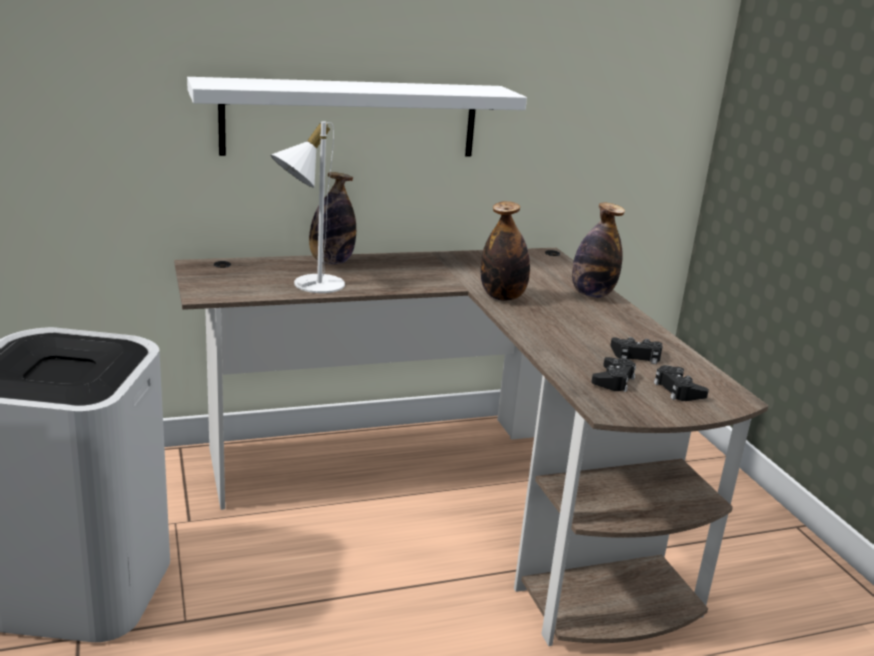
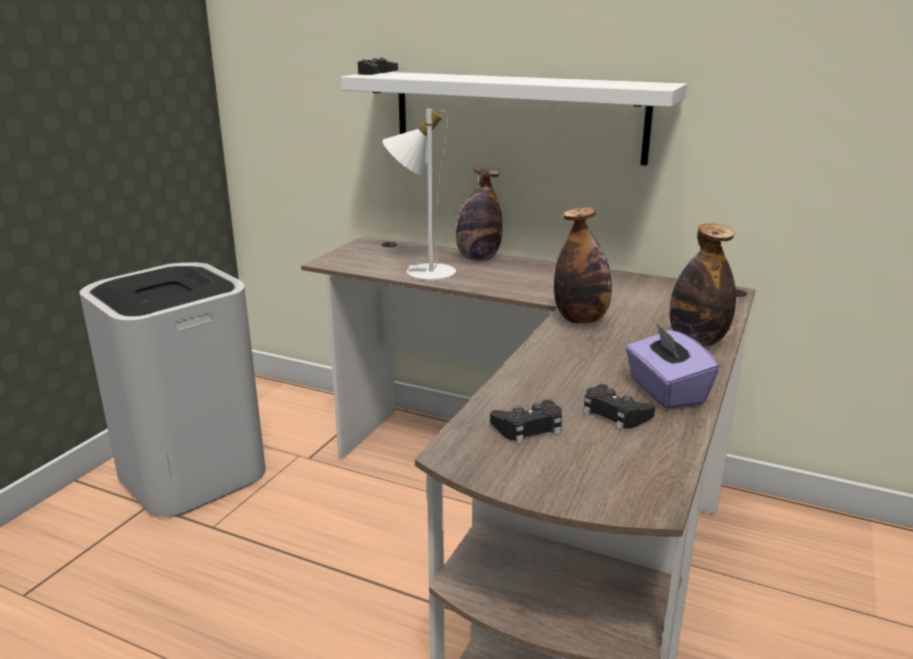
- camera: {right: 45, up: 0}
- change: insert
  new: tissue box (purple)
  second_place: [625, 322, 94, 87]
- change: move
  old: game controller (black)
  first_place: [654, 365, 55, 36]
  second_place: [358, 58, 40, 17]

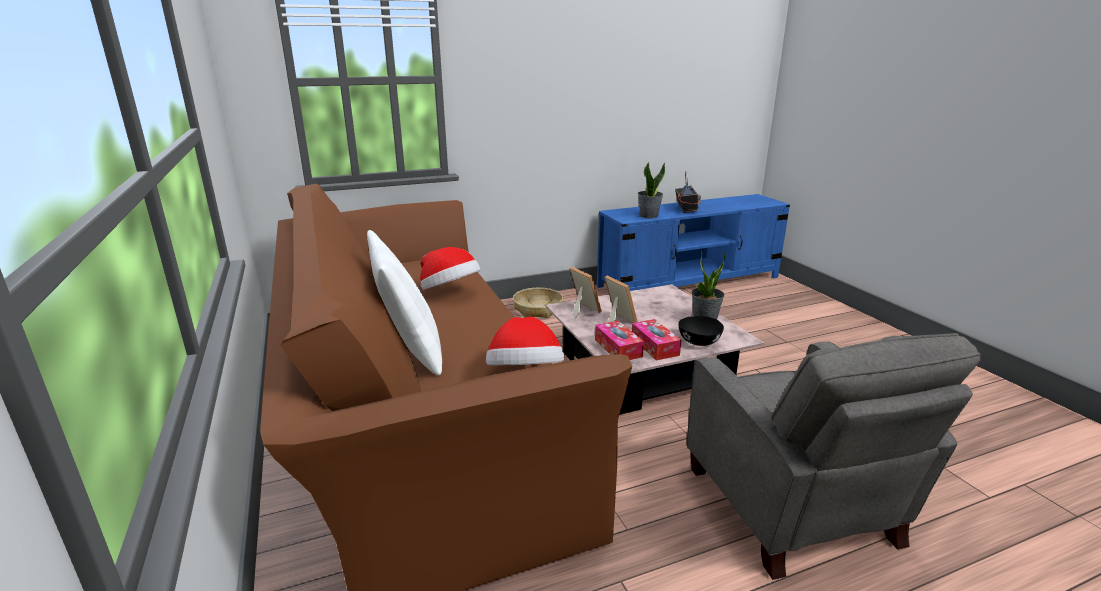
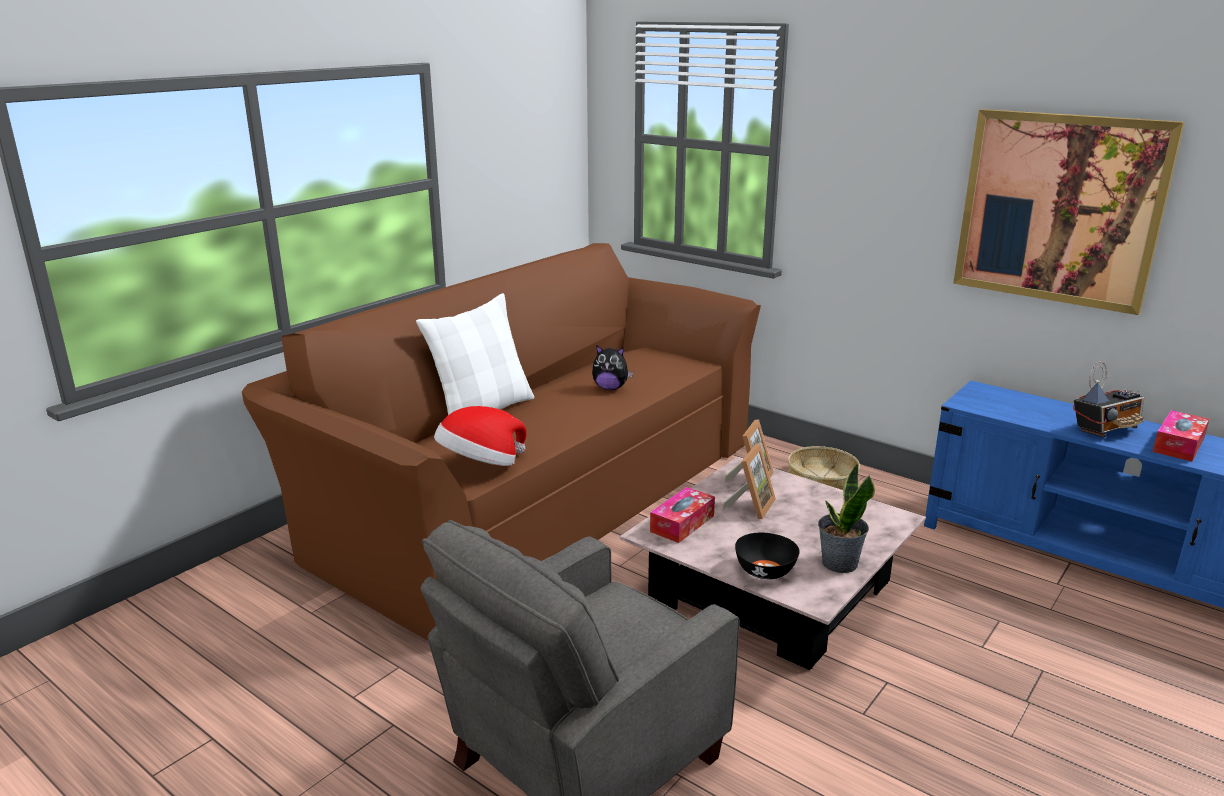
- camera: {right: 60, up: 0}
- change: delete
  old: potted plant
  first_place: [638, 162, 27, 56]
- change: insert
  new: picture
  second_place: [953, 109, 231, 206]
- change: move
  old: tissue box
  first_place: [632, 319, 49, 41]
  second_place: [1153, 410, 56, 52]
- change: replace
  old: hat
  new: plush toy
  first_place: [420, 247, 60, 43]
  second_place: [592, 346, 41, 44]

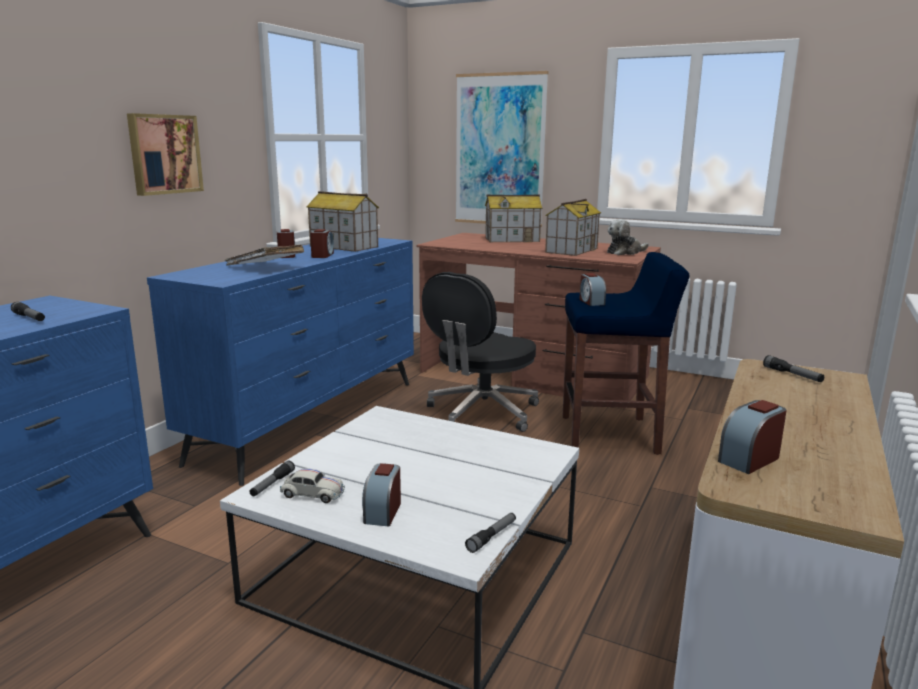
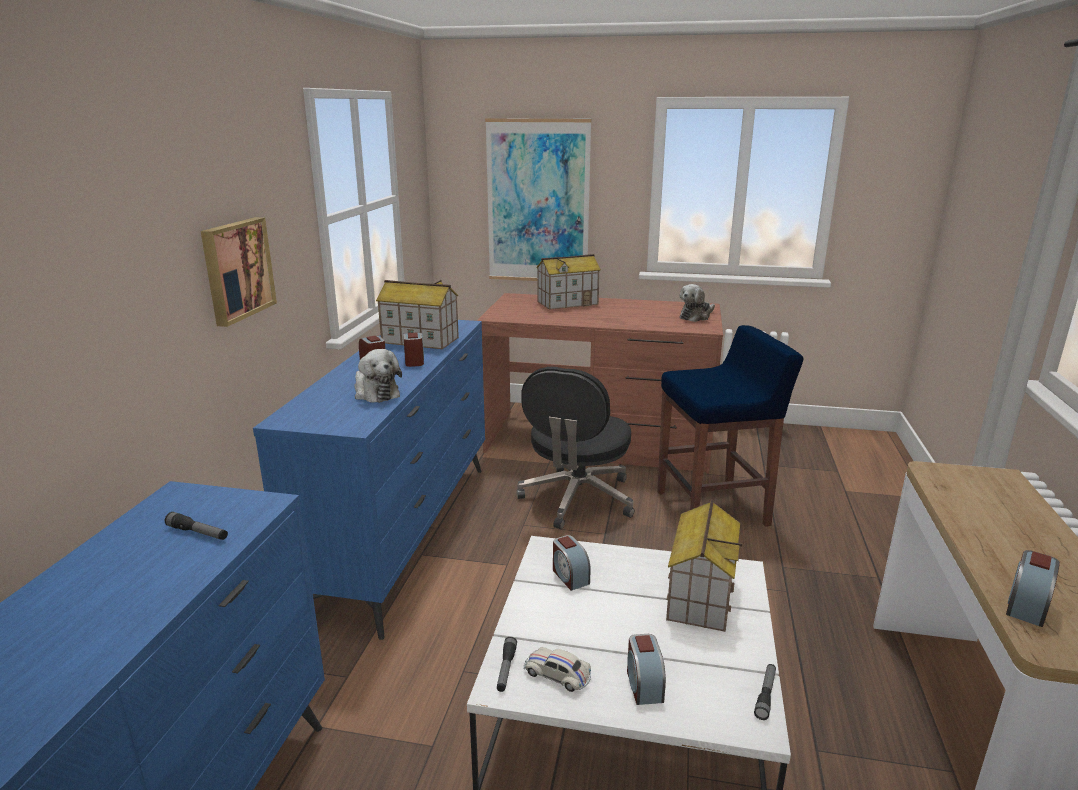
- camera: {right: -15, up: 5}
- change: delete
  old: flashlight
  first_place: [763, 355, 61, 27]
- change: move
  old: toy house
  first_place: [545, 199, 56, 57]
  second_place: [666, 499, 76, 133]
- change: move
  old: alarm clock
  first_place: [579, 273, 27, 33]
  second_place: [553, 535, 38, 56]
- change: replace
  old: book (white)
  new: plush toy
  first_place: [225, 244, 79, 22]
  second_place: [354, 349, 48, 54]
- change: rotate
  old: toy car (white)
  first_place: [280, 469, 65, 34]
  second_place: [523, 647, 68, 45]
  degrees: -150

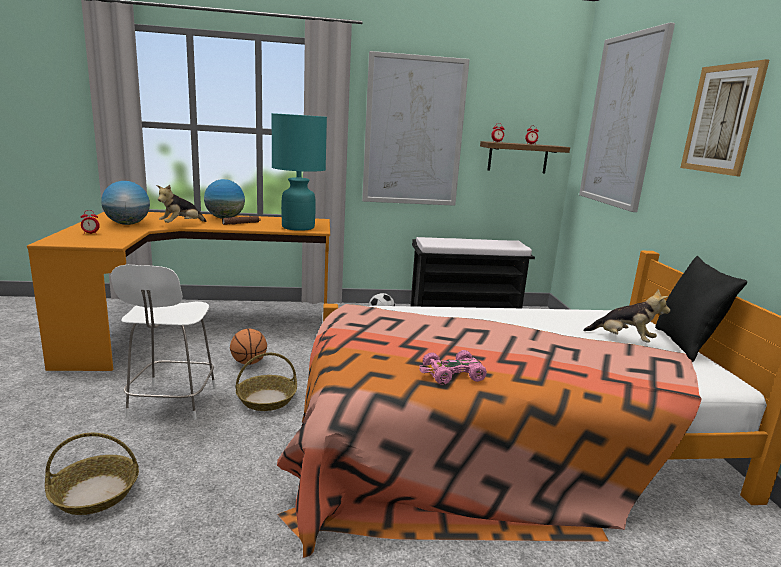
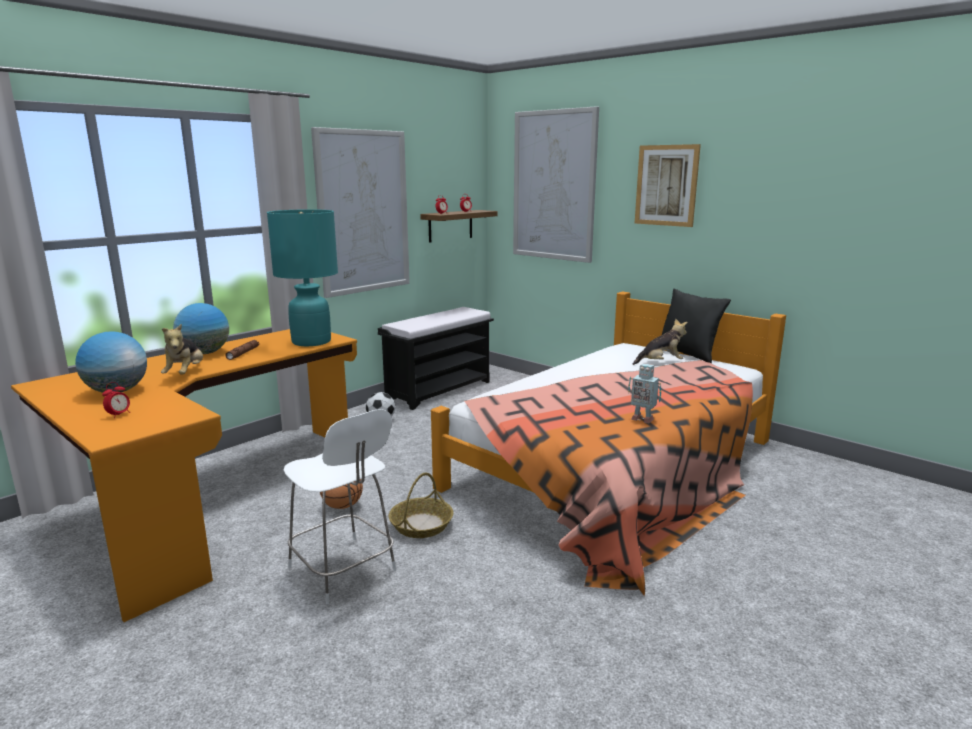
- camera: {right: -40, up: 0}
- change: delete
  old: basket
  first_place: [45, 433, 94, 82]
- change: replace
  old: toy car (pink)
  new: toy robot
  first_place: [419, 350, 68, 35]
  second_place: [628, 363, 33, 61]

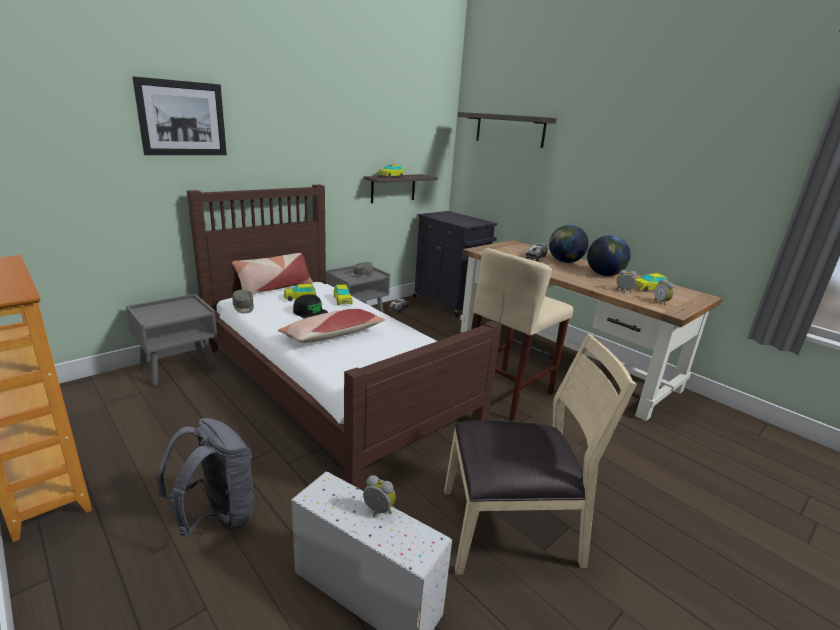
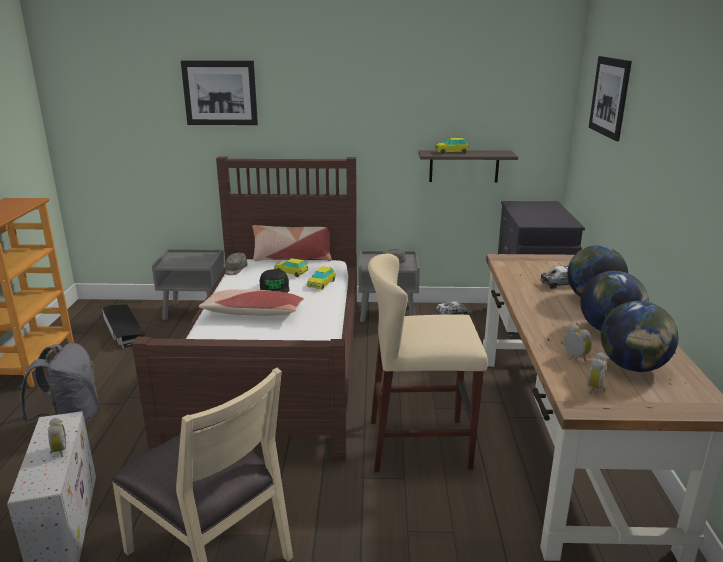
- camera: {right: 45, up: 0}
- change: insert
  new: storage box (black)
  second_place: [102, 304, 43, 45]
- change: replace
  old: shelf
  new: picture
  first_place: [458, 112, 99, 36]
  second_place: [589, 56, 43, 85]
- change: replace
  old: toy car
  new: globe
  first_place: [634, 273, 34, 19]
  second_place: [601, 301, 77, 71]

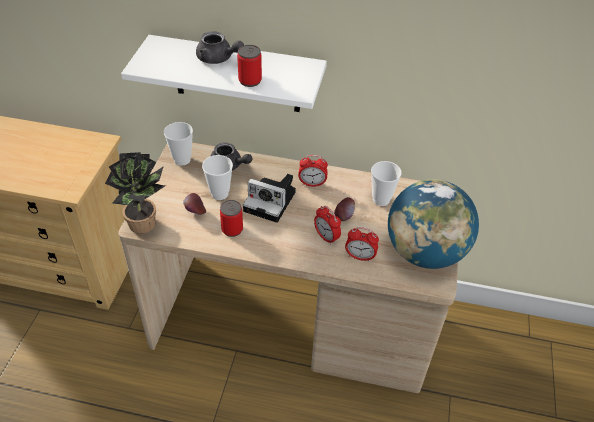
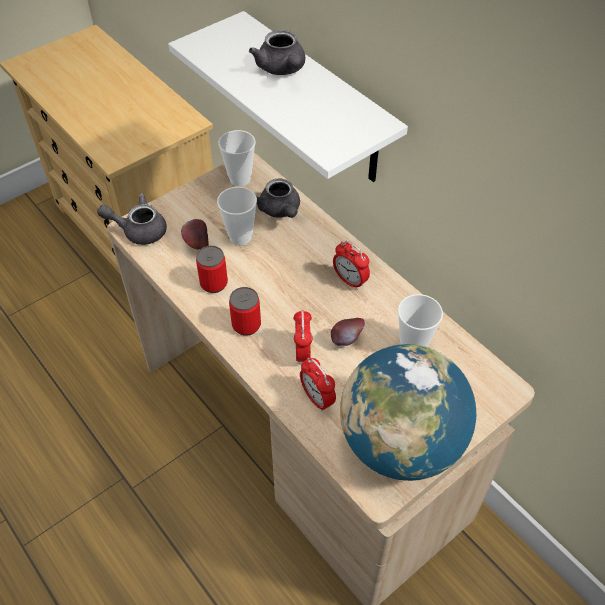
- camera: {right: 40, up: 5}
- change: delete
  old: photo camera
  first_place: [243, 174, 53, 49]
- change: move
  old: can
  first_place: [237, 45, 25, 42]
  second_place: [229, 287, 32, 49]
- change: replace
  old: potted plant
  new: teapot (grey)
  first_place: [105, 152, 61, 82]
  second_place: [97, 193, 70, 52]

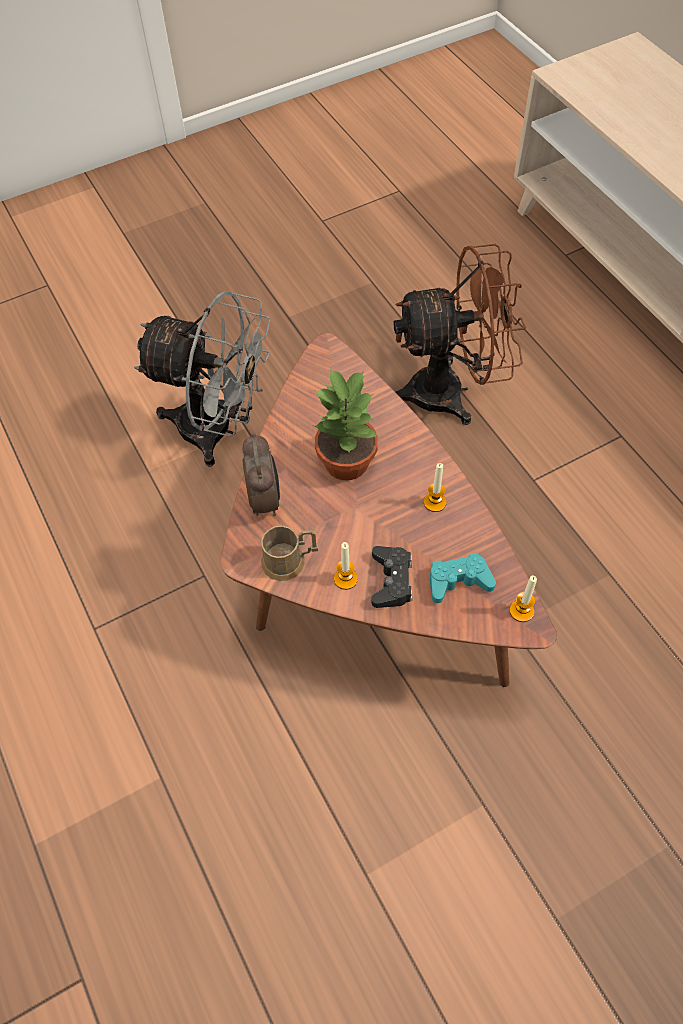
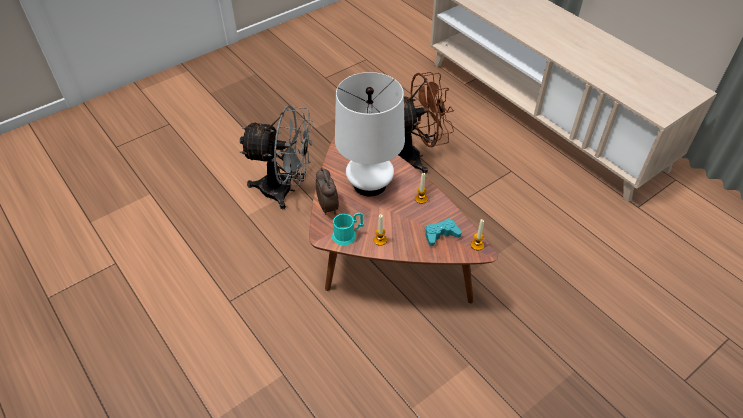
- camera: {right: -10, up: -10}
- change: delete
  old: game controller (black)
  first_place: [371, 546, 41, 62]
- change: replace
  old: potted plant
  new: table lamp (white)
  first_place: [313, 368, 65, 112]
  second_place: [335, 72, 70, 124]
- change: recolor
  old: mug (brown)
  new: mug (turquoise)
  first_place: [261, 525, 57, 56]
  second_place: [332, 213, 32, 32]

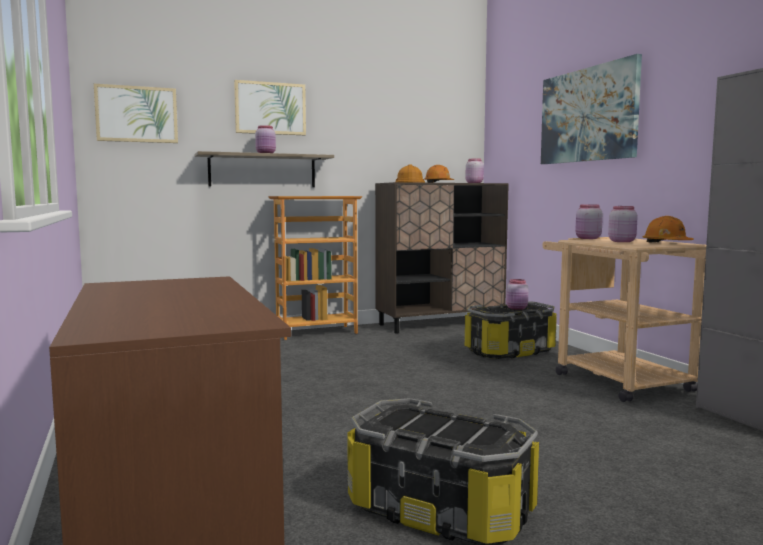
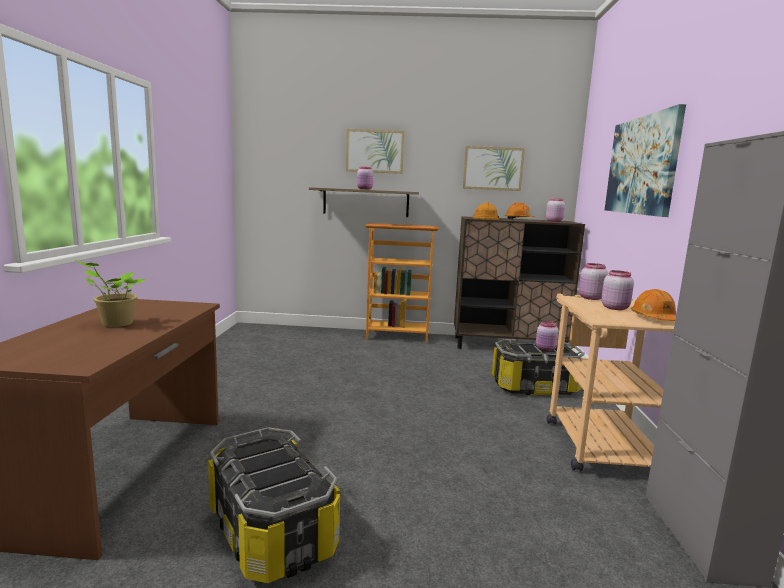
- camera: {right: 25, up: 5}
- change: insert
  new: potted plant
  second_place: [75, 260, 70, 67]
- change: move
  old: picture
  first_place: [94, 84, 84, 59]
  second_place: [463, 146, 62, 45]

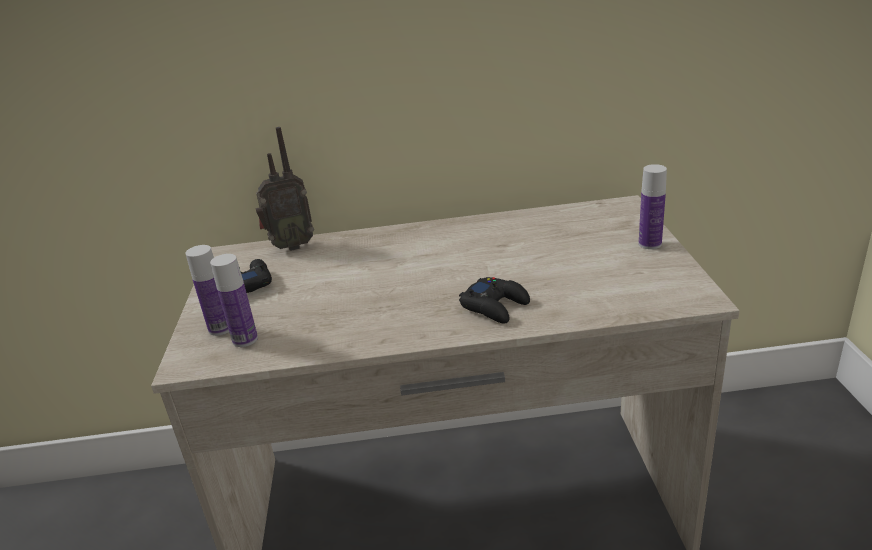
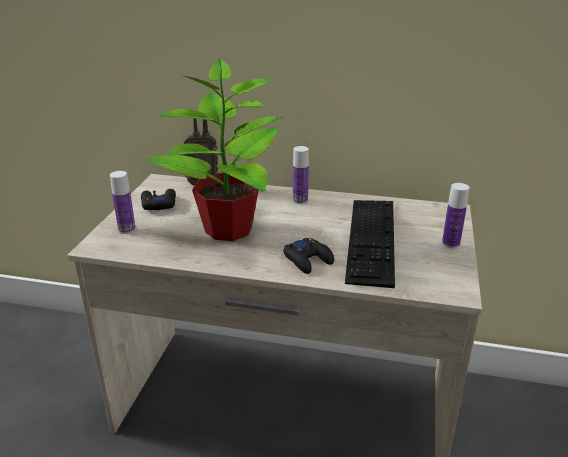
- camera: {right: 15, up: 0}
- change: insert
  new: potted plant
  second_place: [145, 58, 137, 183]
- change: insert
  new: keyboard
  second_place: [345, 200, 50, 88]
- change: move
  old: bottle
  first_place: [210, 254, 48, 93]
  second_place: [293, 146, 16, 58]

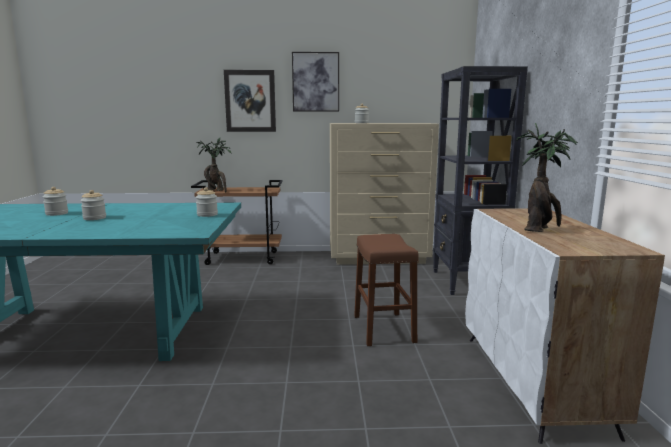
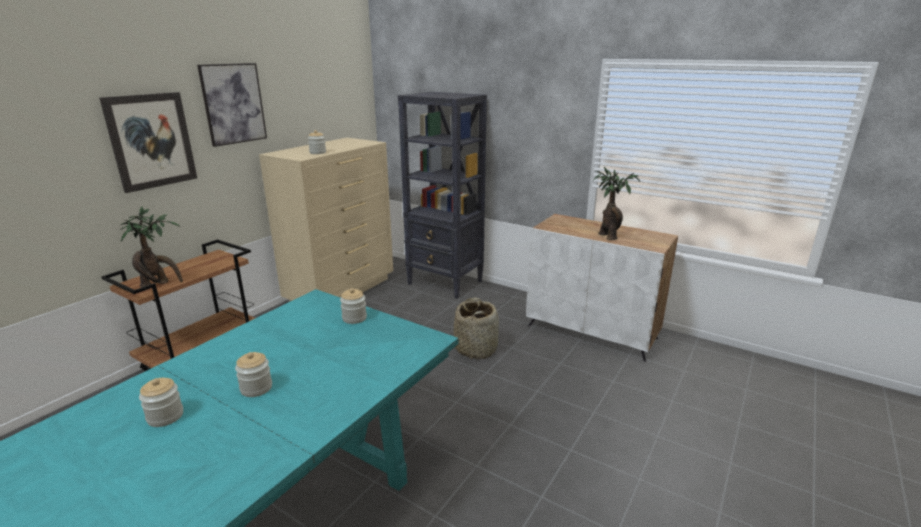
- camera: {right: -55, up: 10}
- change: replace
  old: stool (brown)
  new: basket
  first_place: [354, 234, 65, 112]
  second_place: [454, 298, 45, 61]

